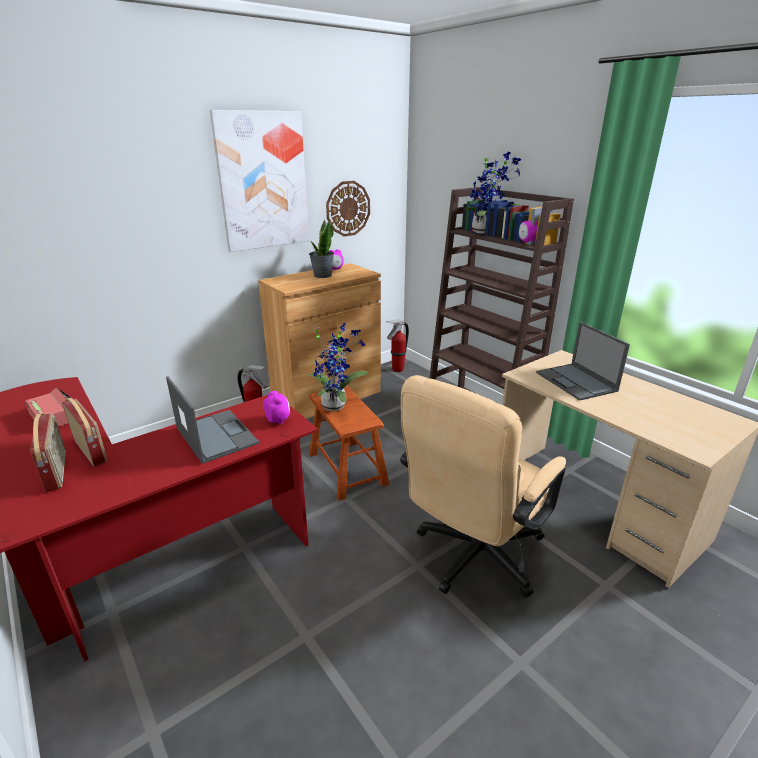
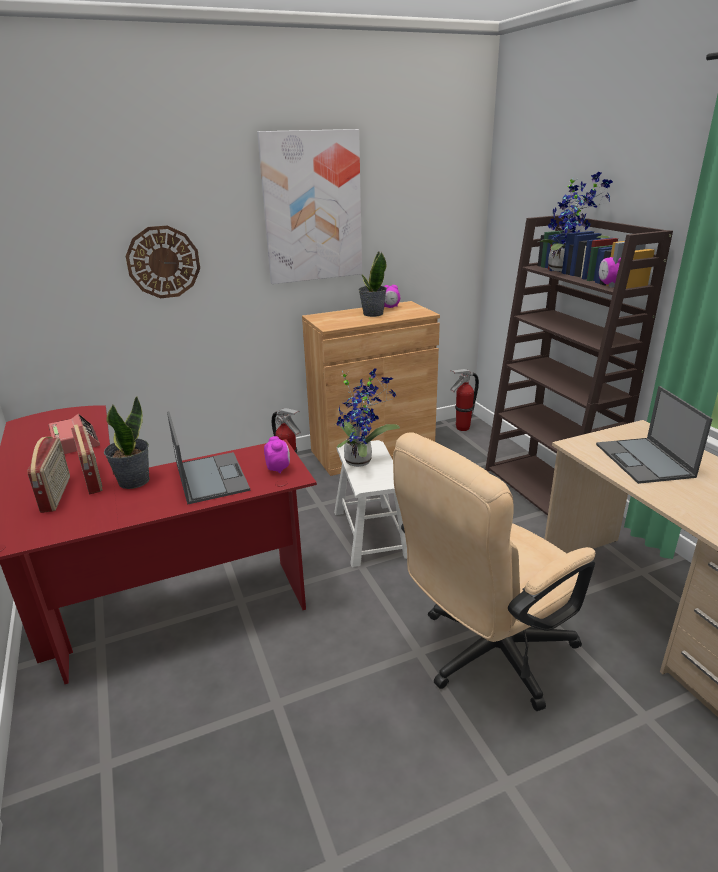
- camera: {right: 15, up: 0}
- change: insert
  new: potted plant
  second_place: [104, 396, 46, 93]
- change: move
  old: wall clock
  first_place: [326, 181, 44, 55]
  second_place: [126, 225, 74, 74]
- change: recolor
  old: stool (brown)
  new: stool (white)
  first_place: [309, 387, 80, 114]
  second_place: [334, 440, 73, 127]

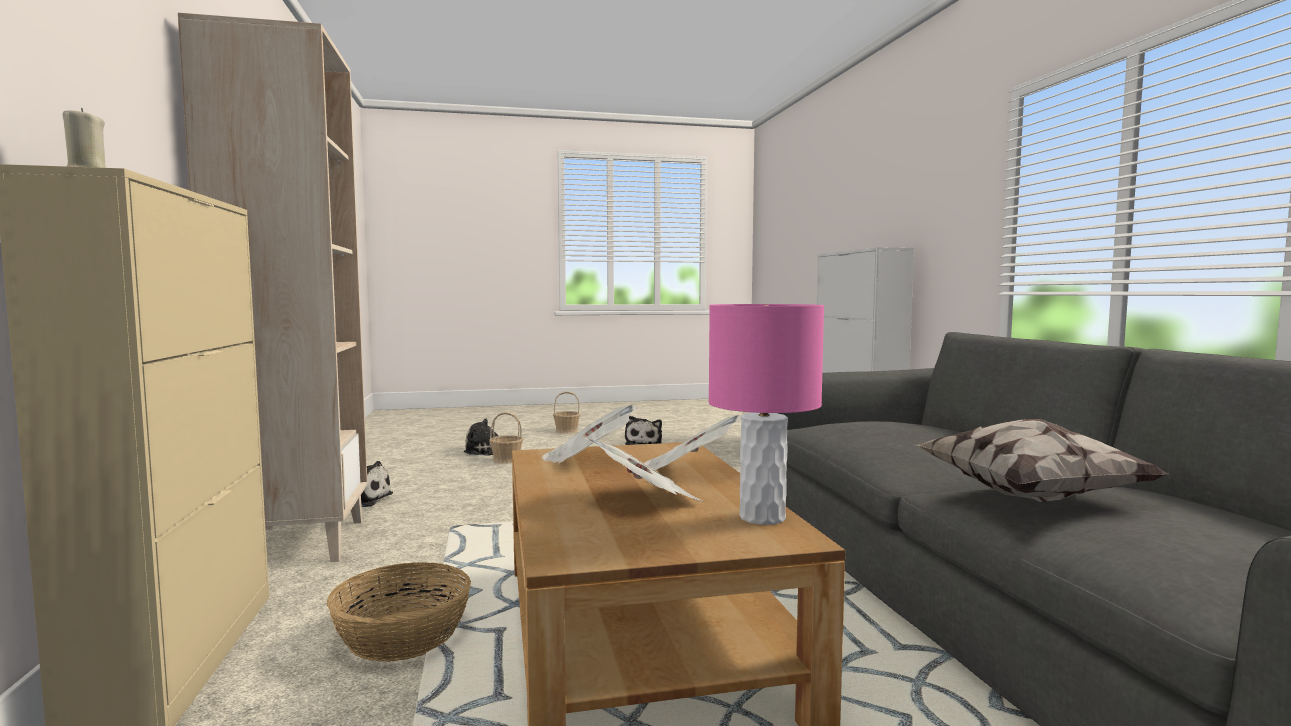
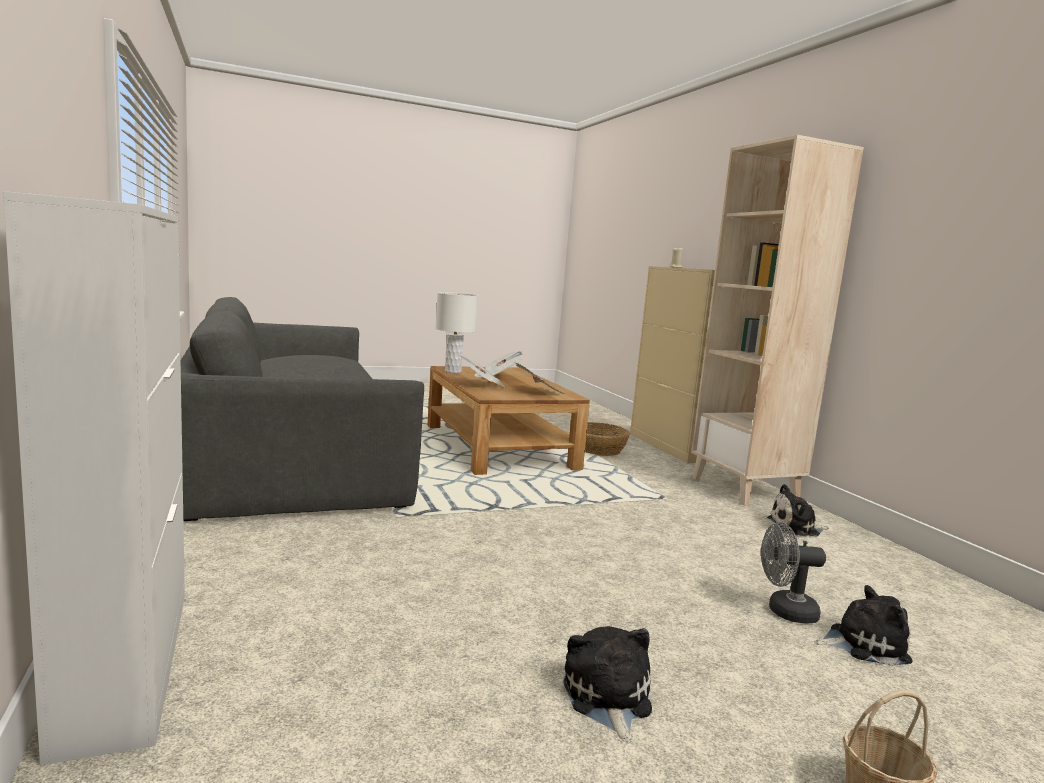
- camera: {right: 170, up: 5}
- change: delete
  old: pillow
  first_place: [916, 419, 252, 83]
- change: replace
  old: basket
  new: fan (grey)
  first_place: [489, 412, 34, 52]
  second_place: [761, 522, 65, 101]
- change: recolor
  old: table lamp (pink)
  new: table lamp (white)
  first_place: [709, 304, 115, 221]
  second_place: [435, 292, 43, 81]

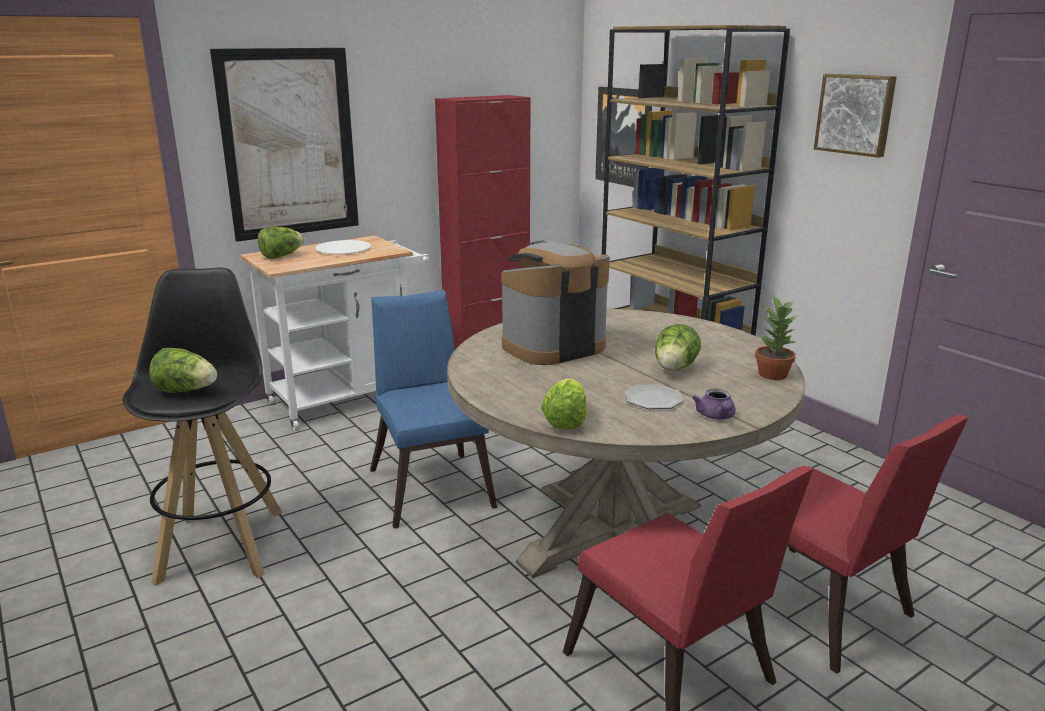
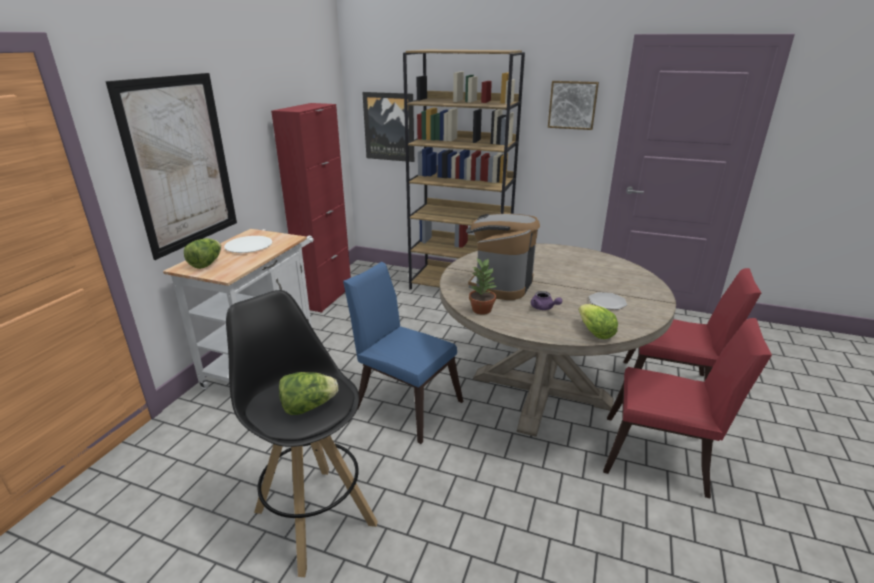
- camera: {right: -35, up: 5}
- change: delete
  old: lettuce
  first_place: [655, 324, 46, 46]
- change: move
  old: teapot (purple)
  first_place: [692, 389, 44, 30]
  second_place: [531, 291, 31, 19]
- change: move
  old: potted plant
  first_place: [755, 296, 43, 84]
  second_place: [469, 259, 28, 56]

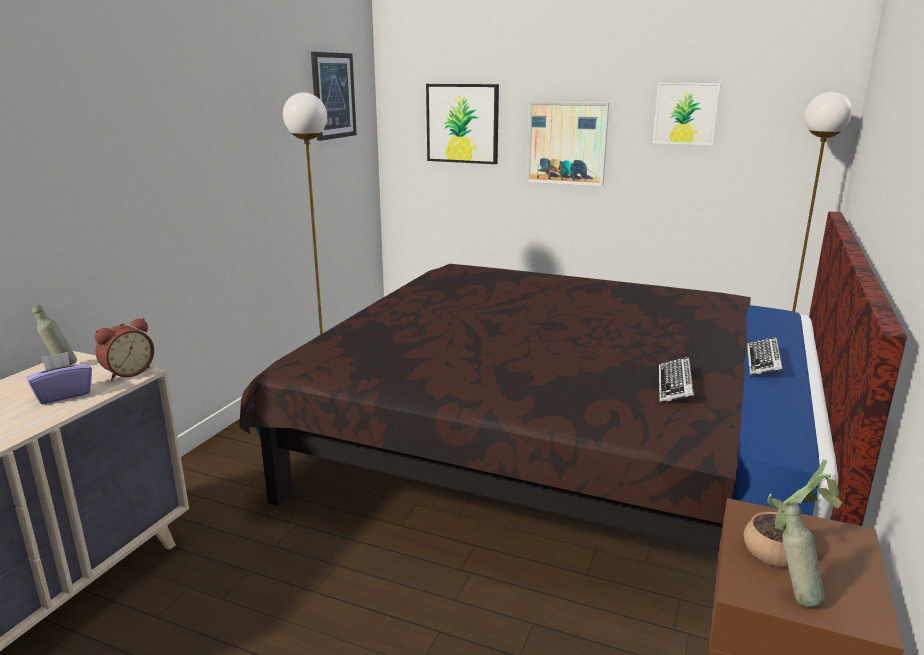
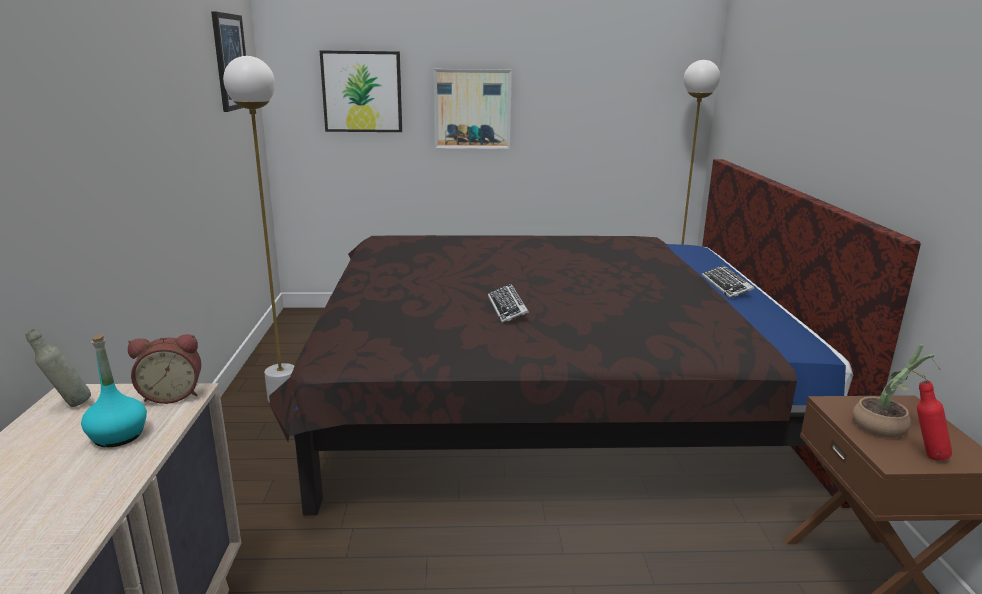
- camera: {right: -25, up: 0}
- change: delete
  old: picture
  first_place: [653, 83, 68, 62]
- change: move
  old: keyboard
  first_place: [659, 357, 35, 46]
  second_place: [488, 284, 41, 40]
- change: replace
  old: tissue box (purple)
  new: bottle (turquoise)
  first_place: [27, 352, 65, 53]
  second_place: [81, 334, 66, 113]
- change: recolor
  old: bottle (grey)
  new: bottle (red)
  first_place: [782, 502, 43, 105]
  second_place: [917, 380, 35, 81]
- change: rotate
  old: alarm clock
  first_place: [95, 318, 59, 62]
  second_place: [128, 334, 73, 70]
  degrees: 60

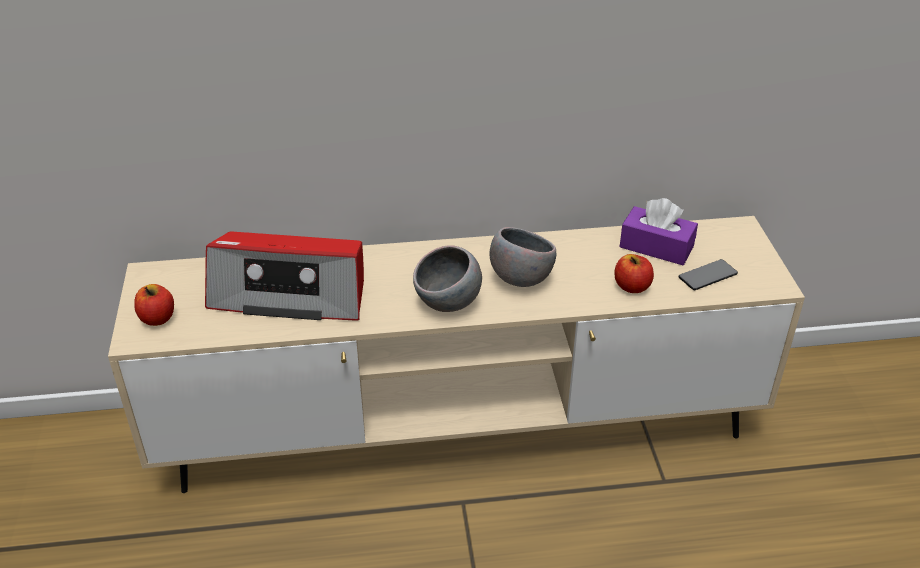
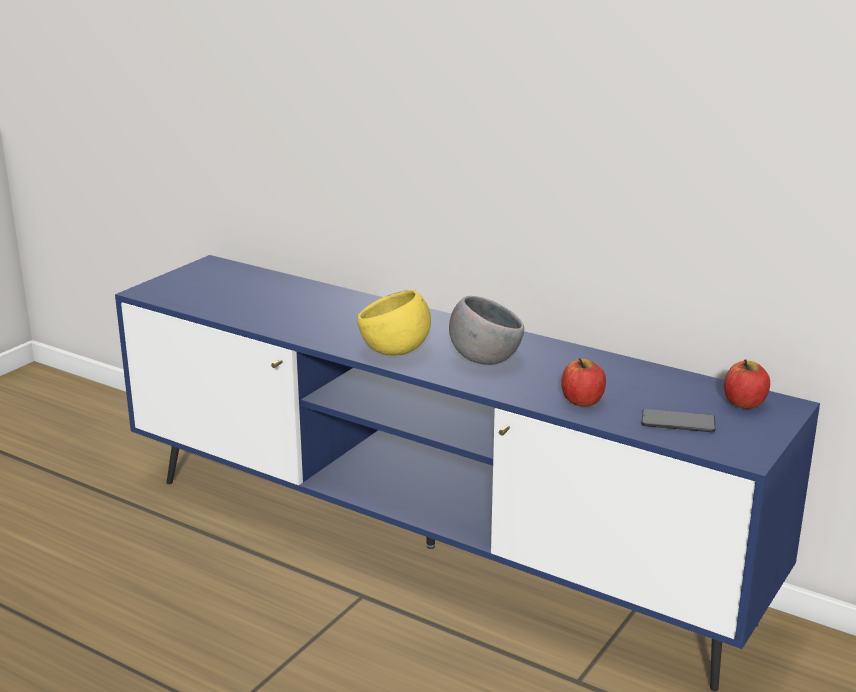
- camera: {right: 40, up: -15}
- change: delete
  old: radio
  first_place: [205, 232, 159, 89]
- change: delete
  old: tissue box (purple)
  first_place: [620, 198, 78, 67]
- change: move
  old: apple
  first_place: [134, 284, 40, 42]
  second_place: [724, 359, 46, 50]
- change: recolor
  old: tv stand (beige)
  new: tv stand (blue)
  first_place: [108, 216, 697, 277]
  second_place: [115, 255, 705, 436]
- change: recolor
  old: bowl (grey)
  new: bowl (yellow)
  first_place: [413, 245, 69, 67]
  second_place: [357, 290, 74, 66]

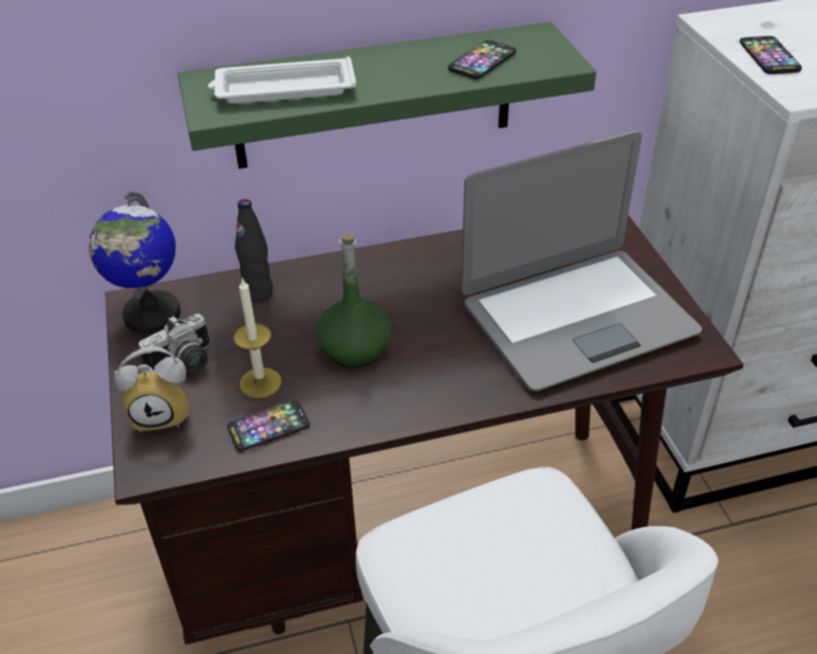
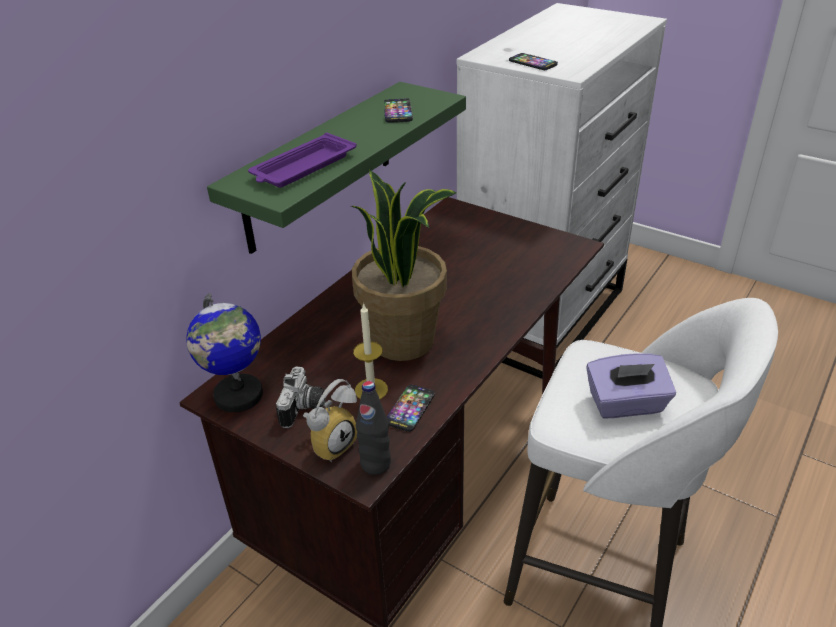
- camera: {right: -40, up: -5}
- change: delete
  old: laptop
  first_place: [461, 130, 241, 261]
- change: insert
  new: tissue box (purple)
  second_place: [586, 353, 90, 65]
- change: move
  old: bottle (black)
  first_place: [235, 199, 38, 103]
  second_place: [356, 381, 35, 94]
- change: replace
  old: bottle (green)
  new: potted plant
  first_place: [317, 233, 75, 135]
  second_place: [351, 170, 106, 191]
- change: recolor
  old: tray (white)
  new: tray (purple)
  first_place: [208, 56, 148, 48]
  second_place: [248, 133, 109, 55]

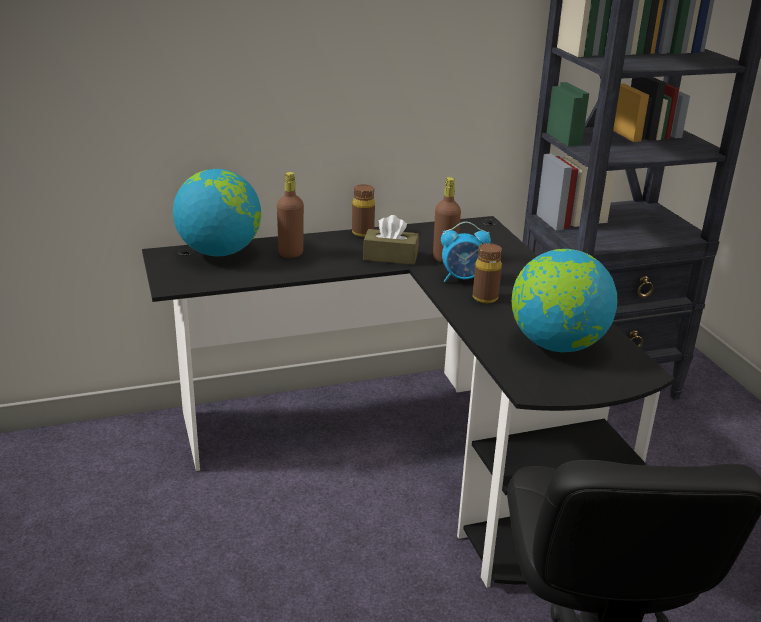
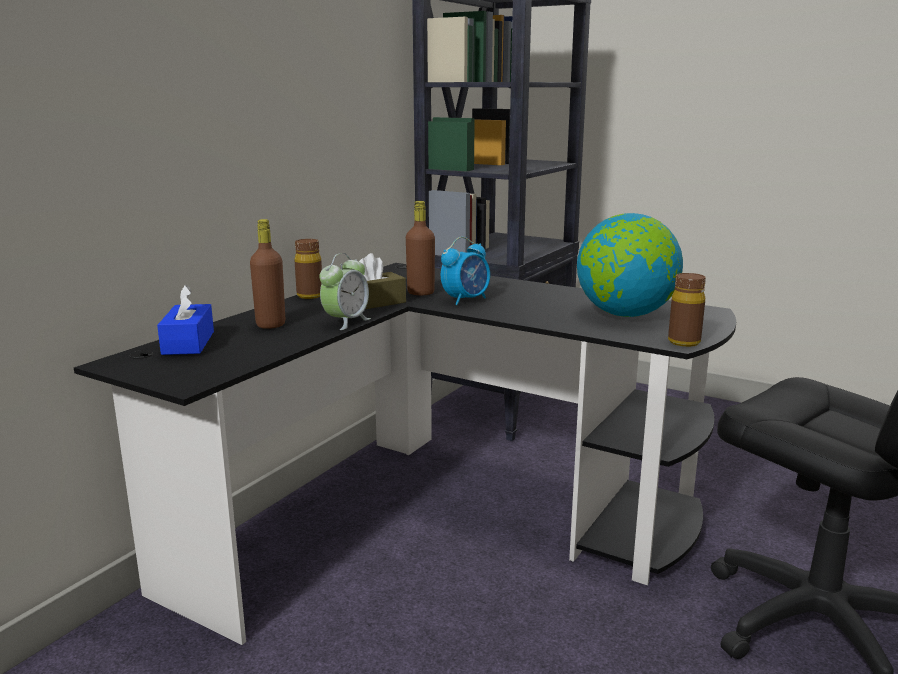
- camera: {right: -40, up: -10}
- change: insert
  new: alarm clock
  second_place: [320, 253, 51, 77]
- change: move
  old: bottle (brown)
  first_place: [473, 243, 29, 60]
  second_place: [668, 273, 38, 74]
- change: replace
  old: globe
  new: tissue box (blue)
  first_place: [173, 169, 88, 87]
  second_place: [157, 285, 57, 70]

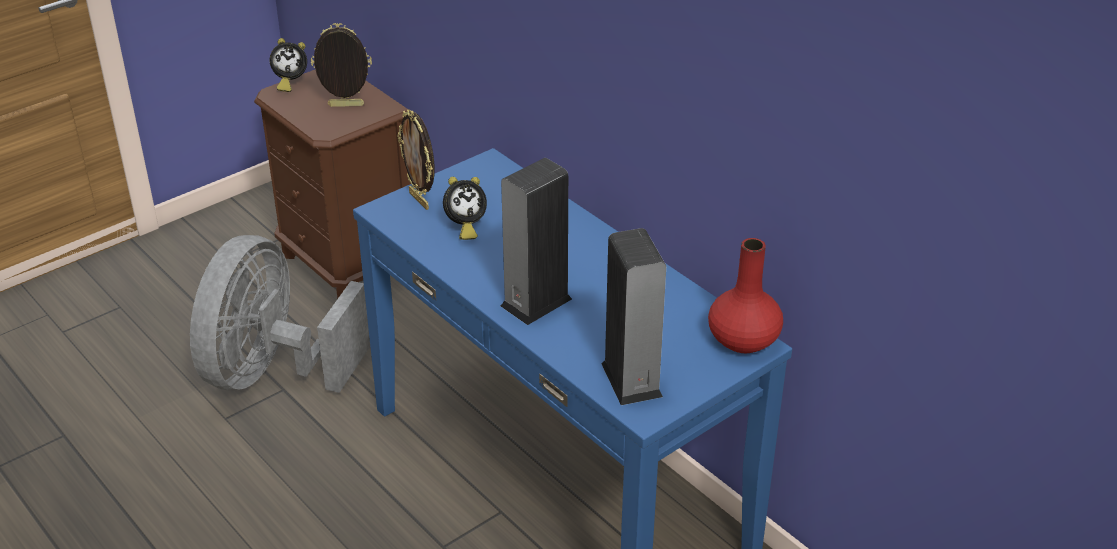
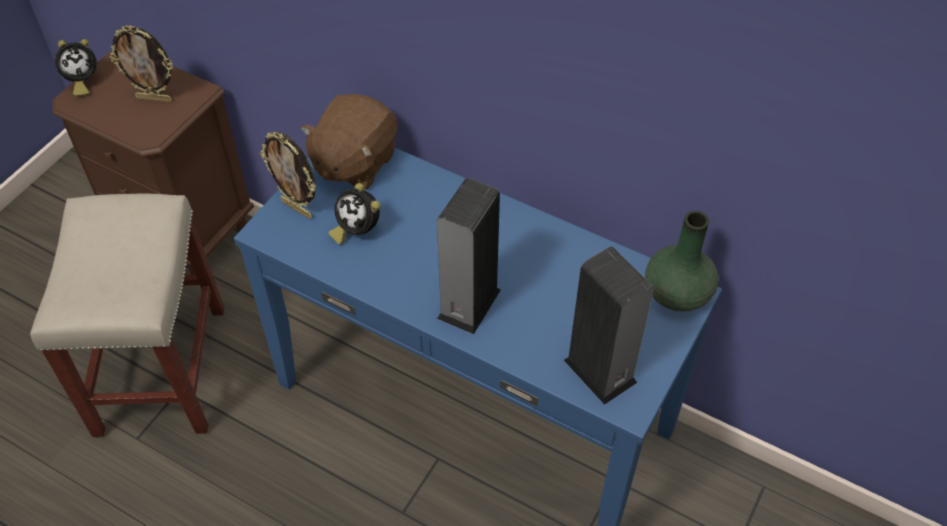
- camera: {right: -20, up: 15}
- change: insert
  new: plush toy (brown)
  second_place: [300, 94, 97, 96]
- change: replace
  old: fan (grey)
  new: stool (beige)
  first_place: [190, 235, 180, 158]
  second_place: [30, 194, 194, 243]
- change: recolor
  old: vase (red)
  new: vase (green)
  first_place: [708, 238, 75, 115]
  second_place: [645, 211, 73, 101]
- change: rotate
  old: picture frame
  first_place: [311, 23, 61, 84]
  second_place: [109, 25, 64, 77]
  degrees: -150
- change: rotate
  old: alarm clock
  first_place: [443, 177, 44, 63]
  second_place: [328, 183, 53, 62]
  degrees: 90

